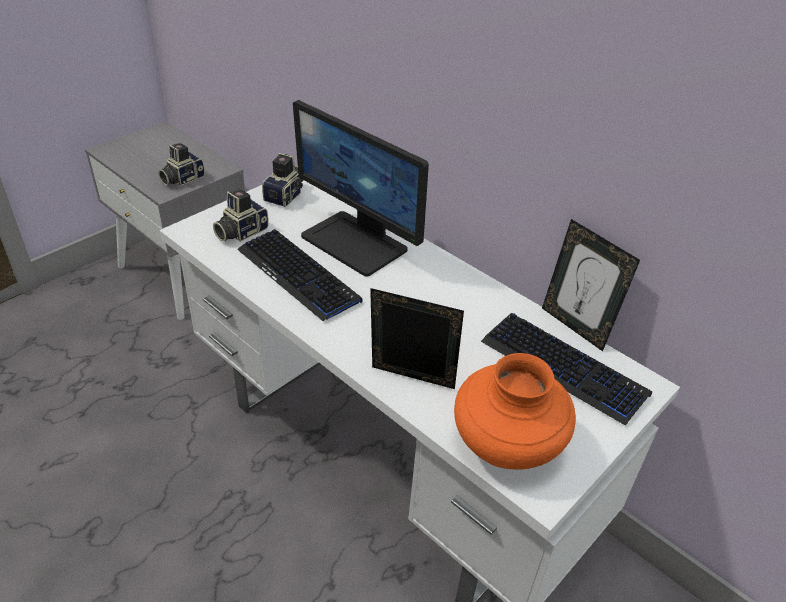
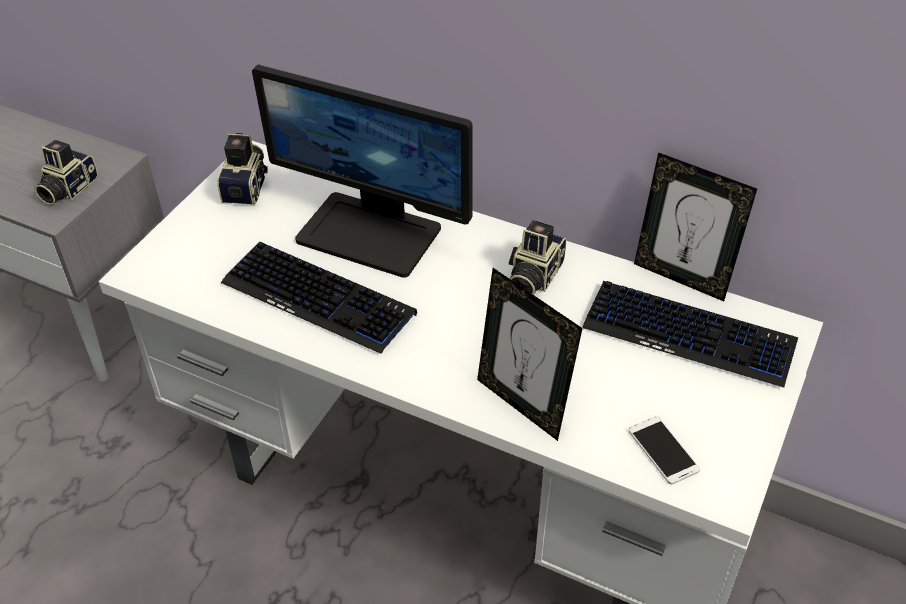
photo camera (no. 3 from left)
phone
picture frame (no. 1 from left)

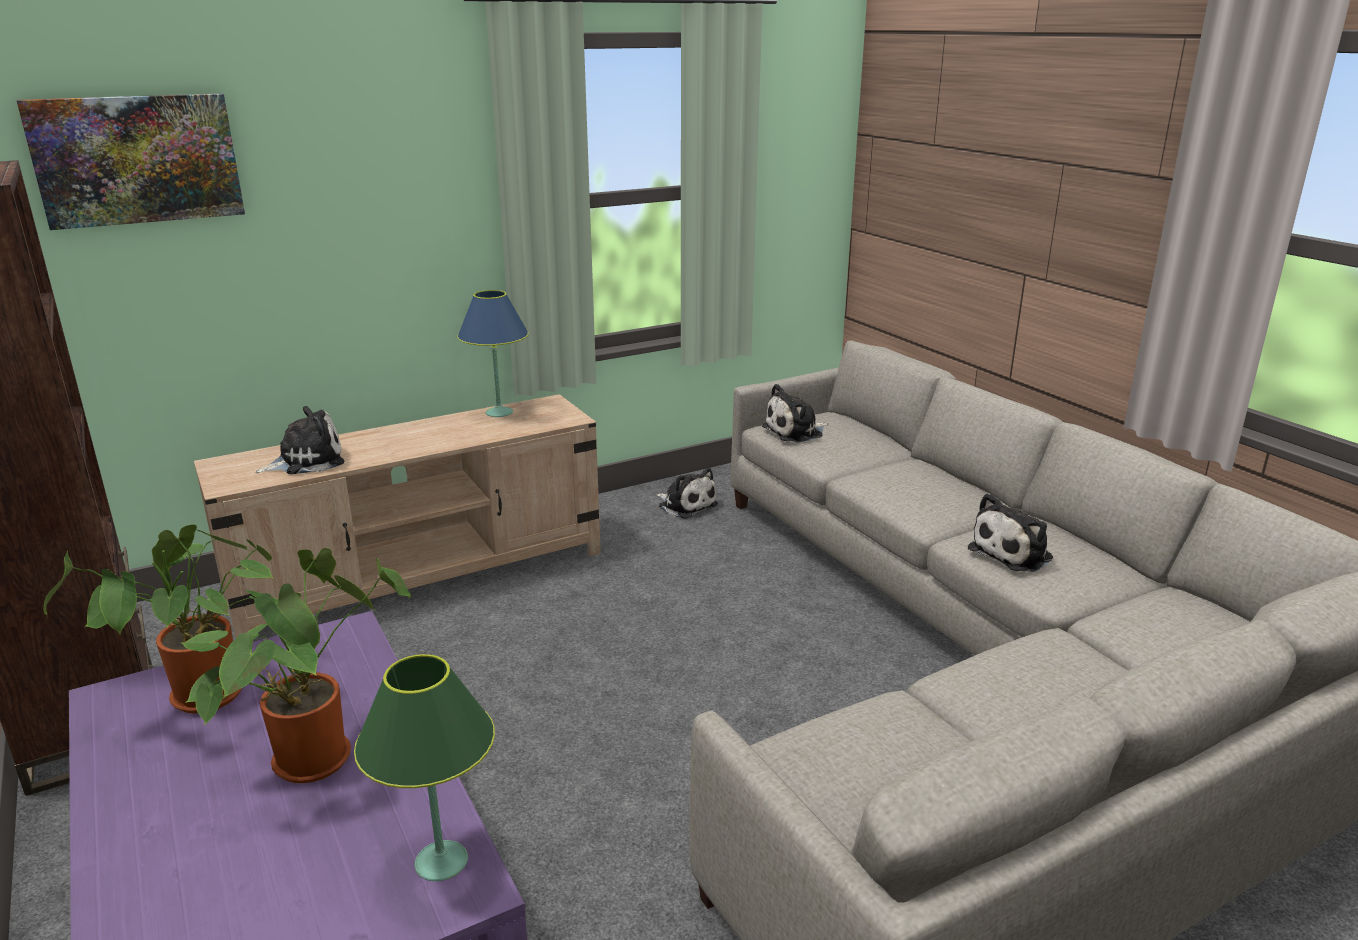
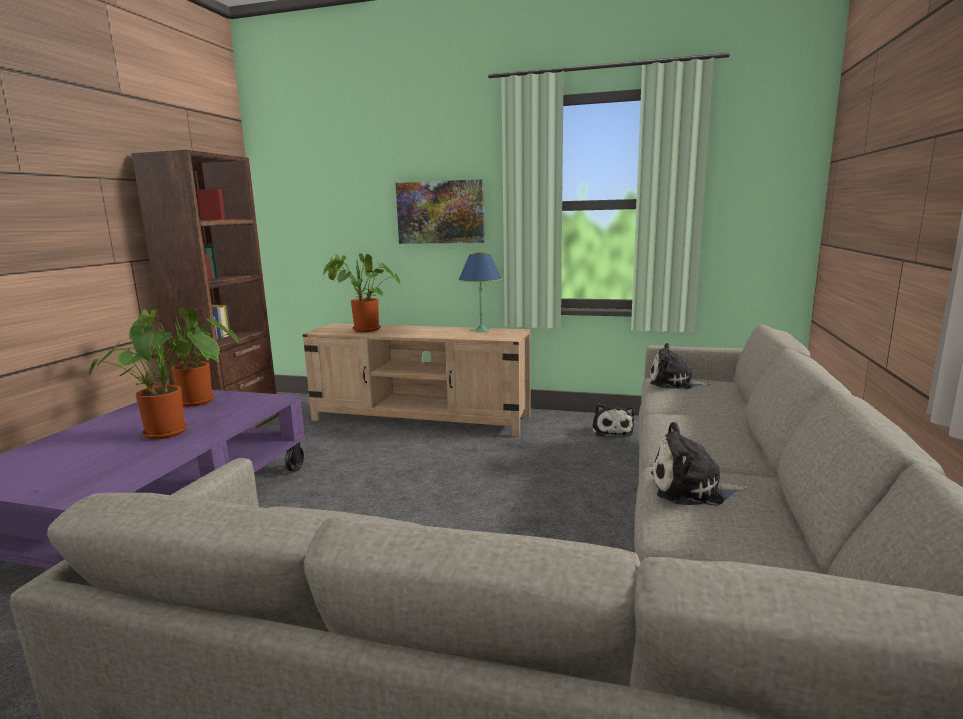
green table lamp
picture
potted plant (no. 3 from left)

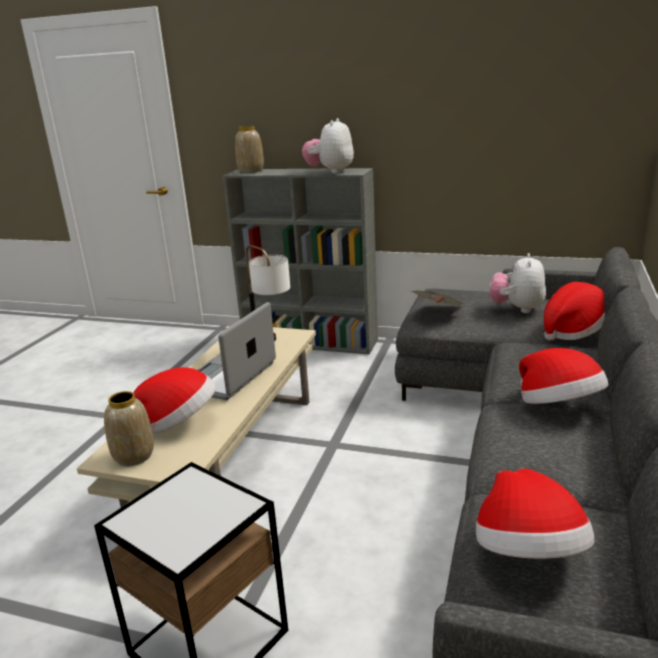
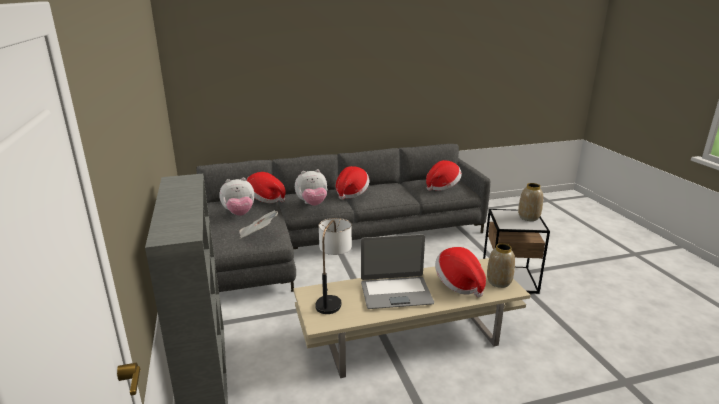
vase (no. 2 from left)
plush toy (no. 2 from left)

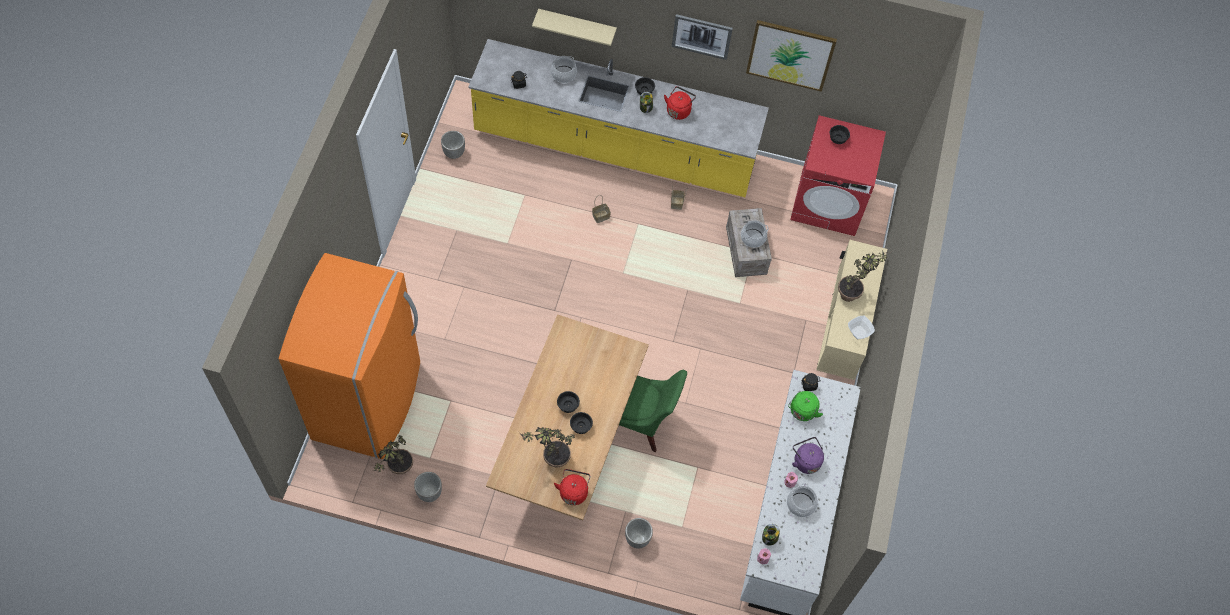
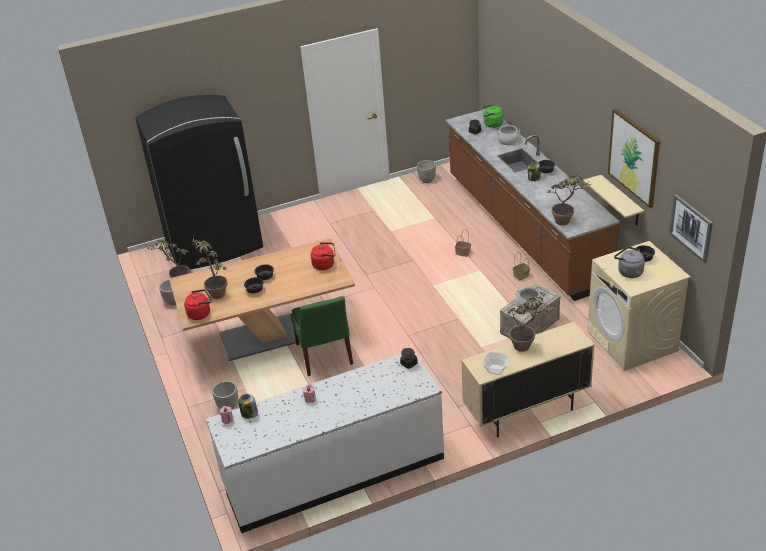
cooking pot (no. 3 from left in the first image)
purple kettle
potted plant (no. 4 from left)
grey kettle
beige shelf
red kettle (no. 2 from left)
picture (no. 2 from left)
green kettle
black fridge
brown counter
beige washing machine

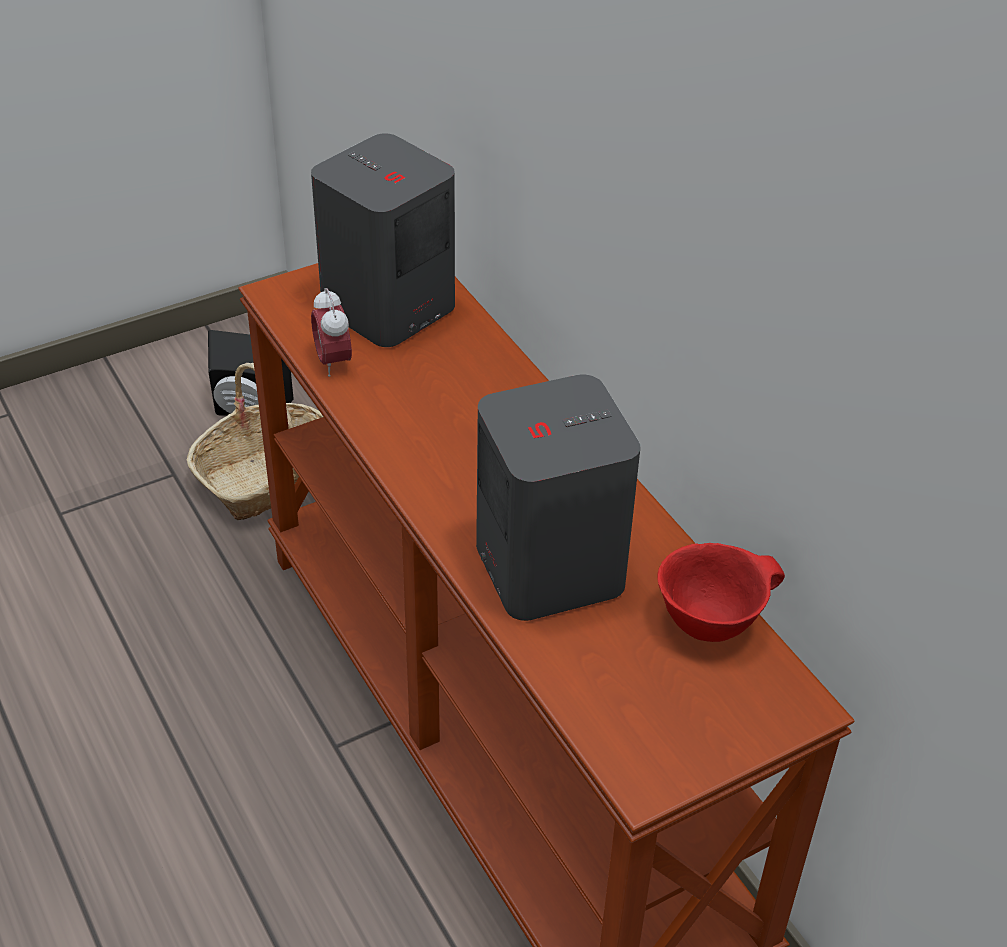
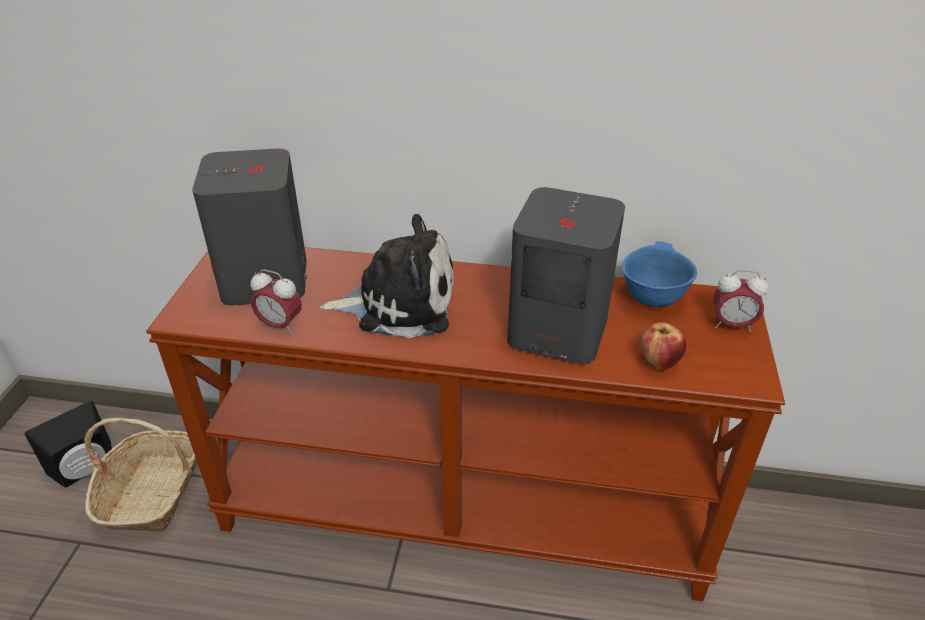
plush toy
apple
alarm clock (no. 2 from left)
blue bowl

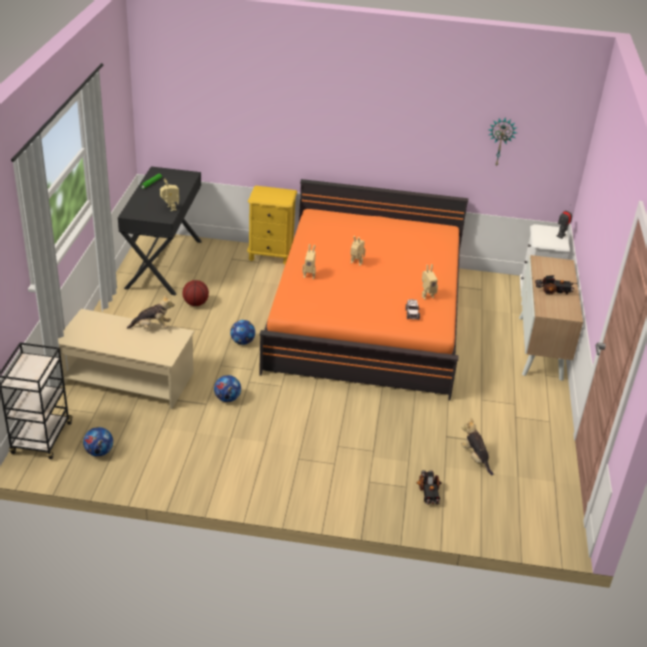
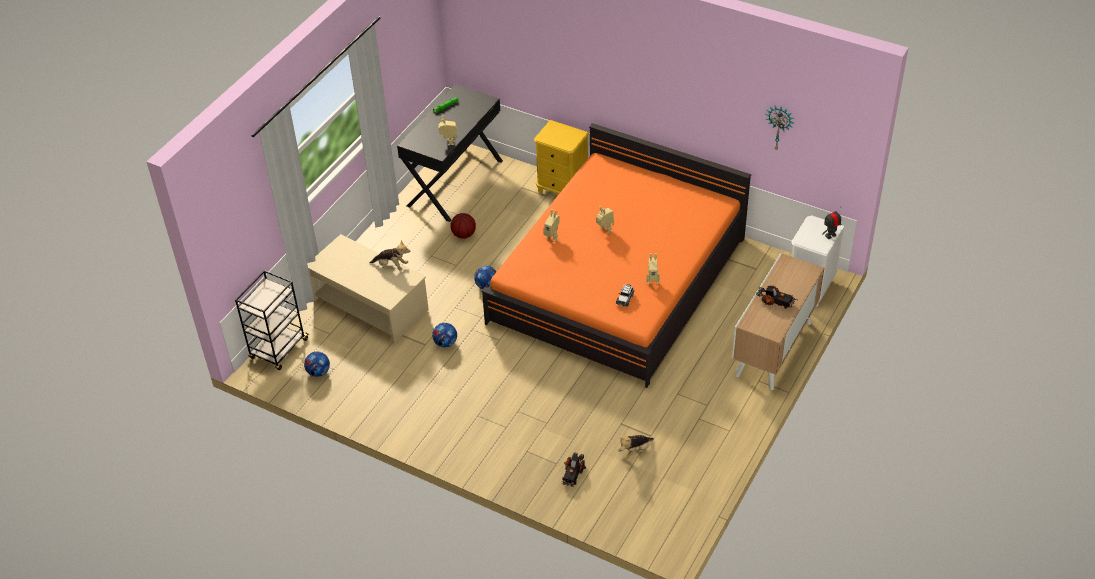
plush toy (no. 2 from left)

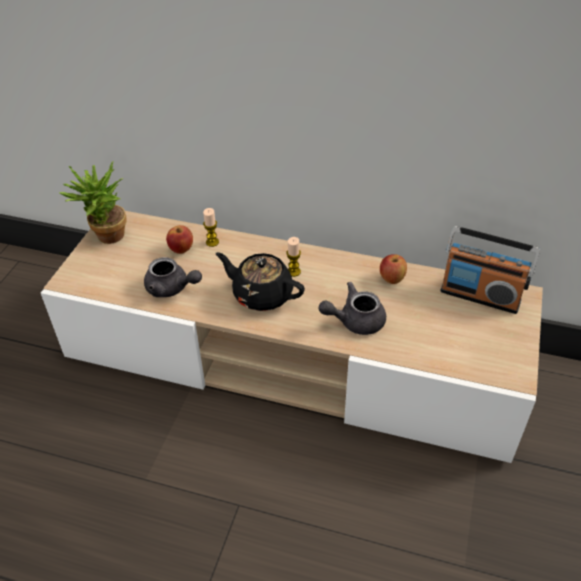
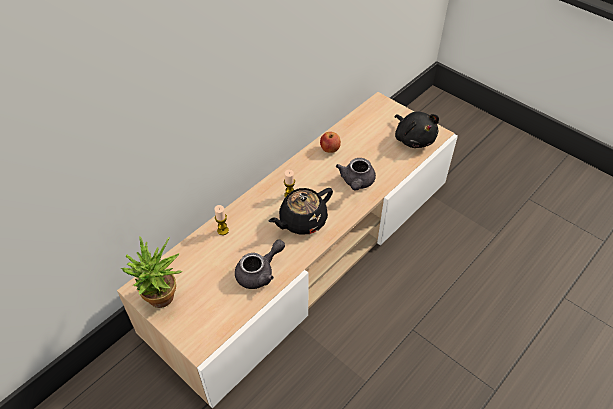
apple (no. 1 from left in the first image)
radio
black plush toy

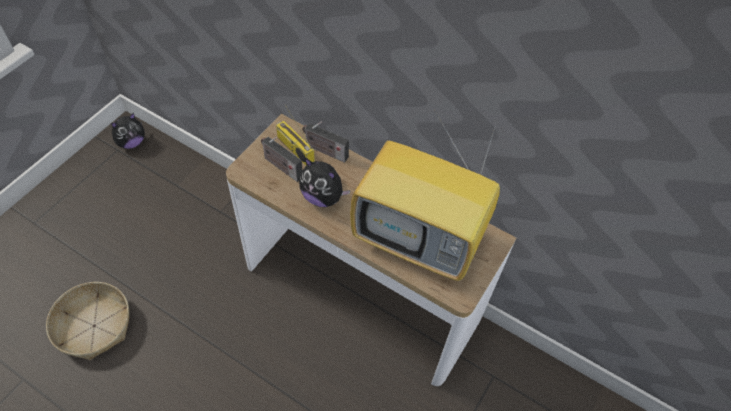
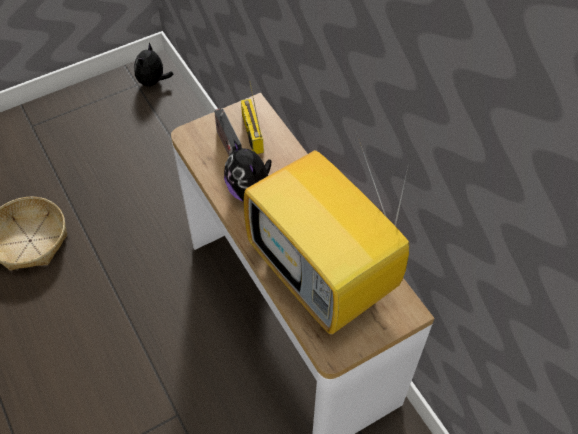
radio (no. 3 from left in the first image)
plush toy (no. 1 from left)

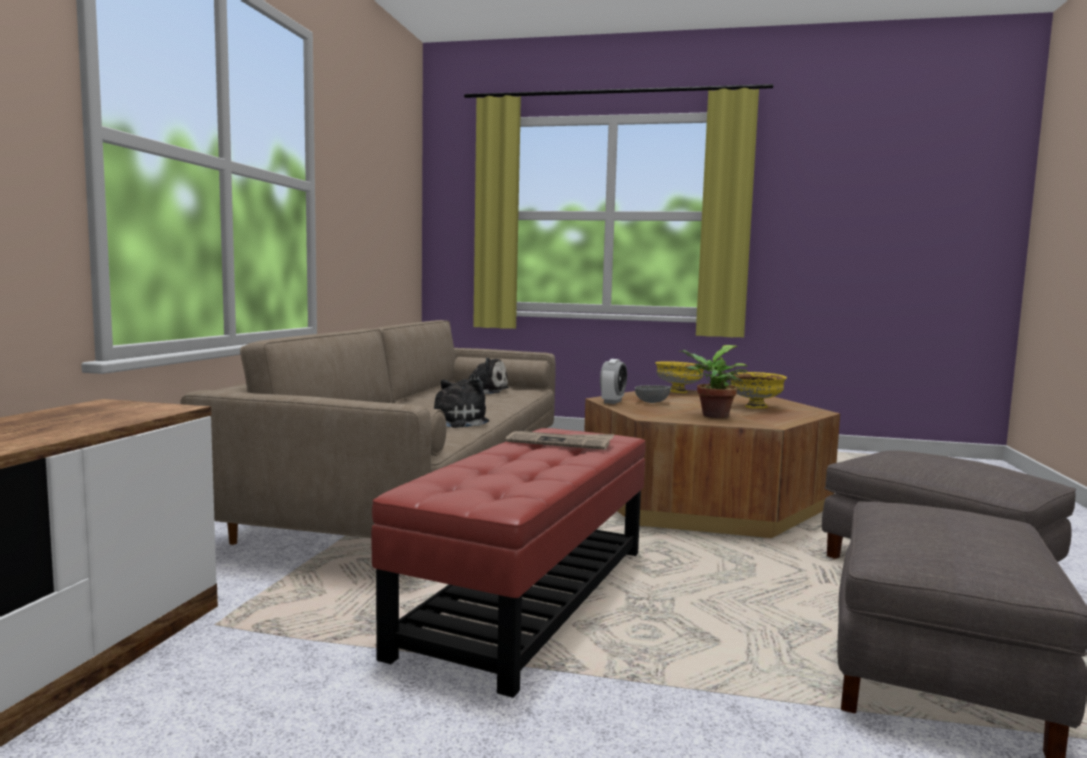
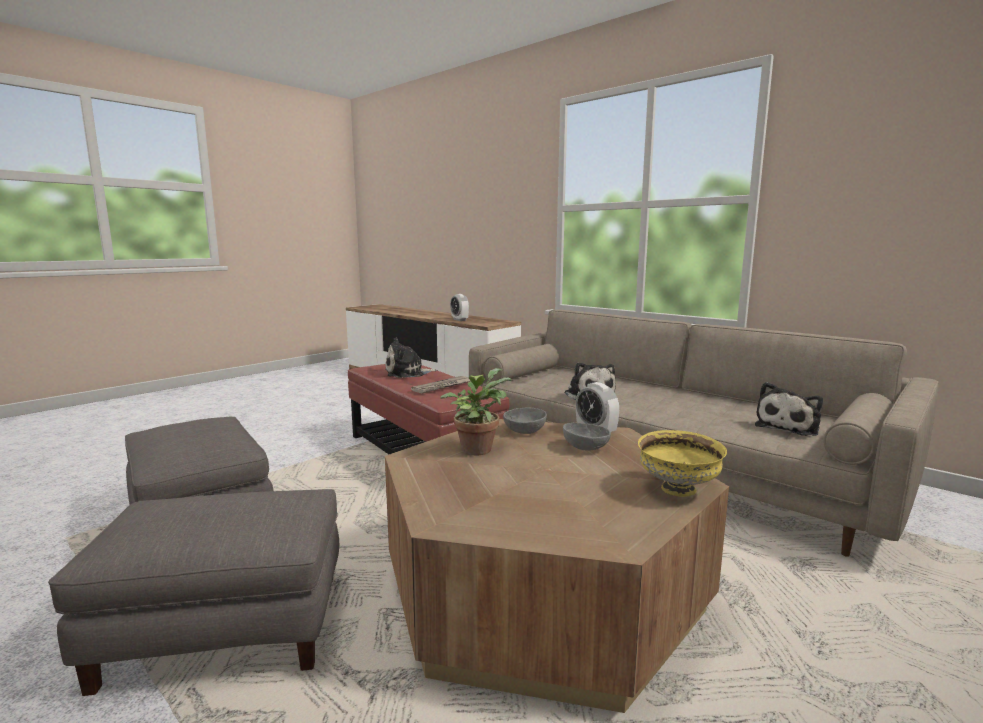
yellow bowl (no. 2 from left in the first image)
plush toy (no. 1 from left)
alarm clock (no. 1 from left)
grey bowl (no. 1 from left)

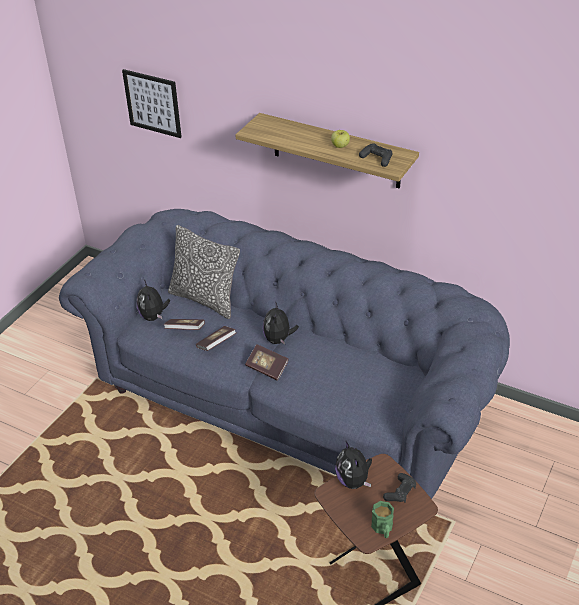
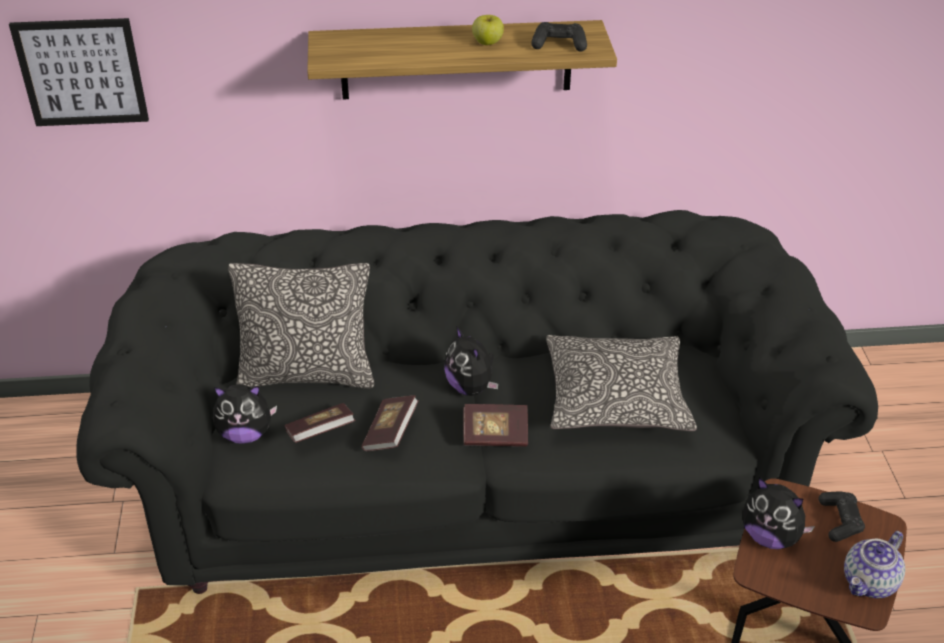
pillow (no. 2 from left)
teapot
black sofa
plush toy (no. 1 from left)

